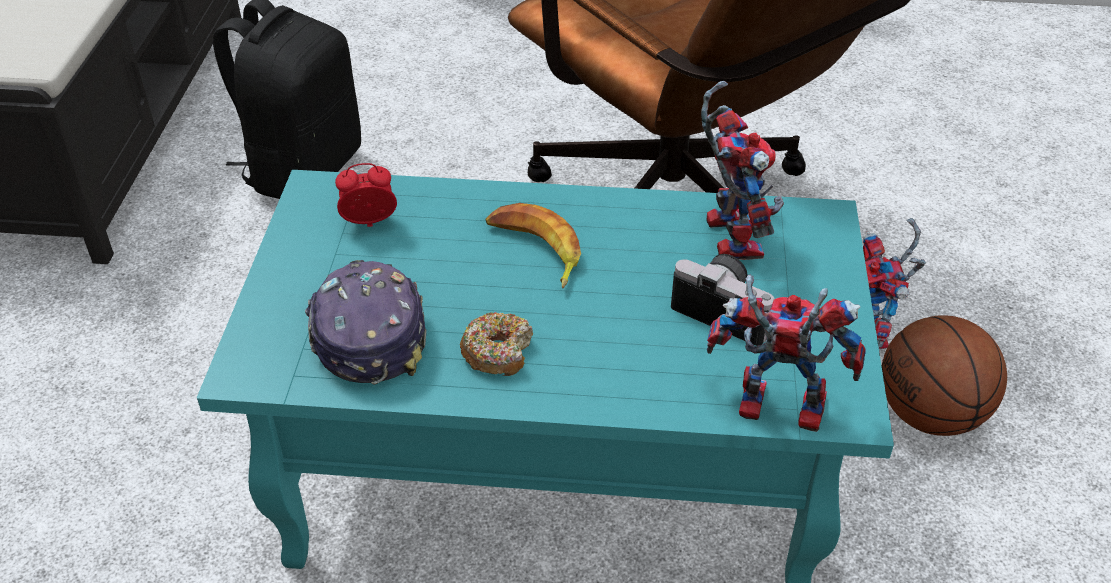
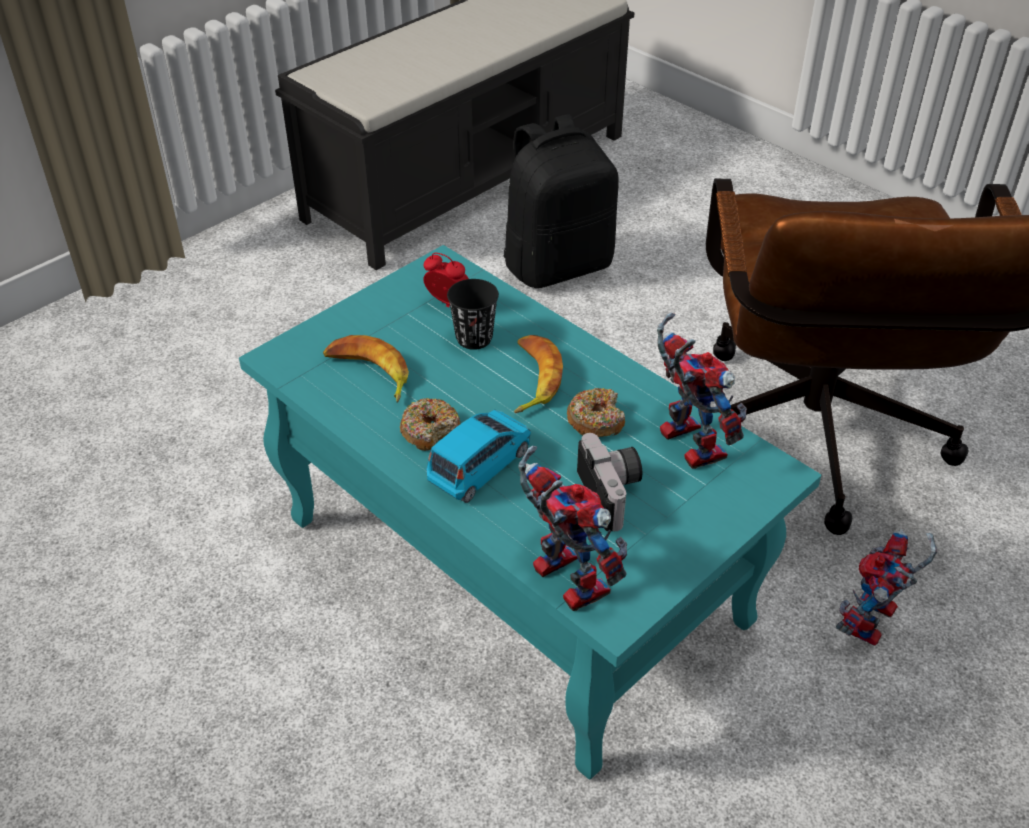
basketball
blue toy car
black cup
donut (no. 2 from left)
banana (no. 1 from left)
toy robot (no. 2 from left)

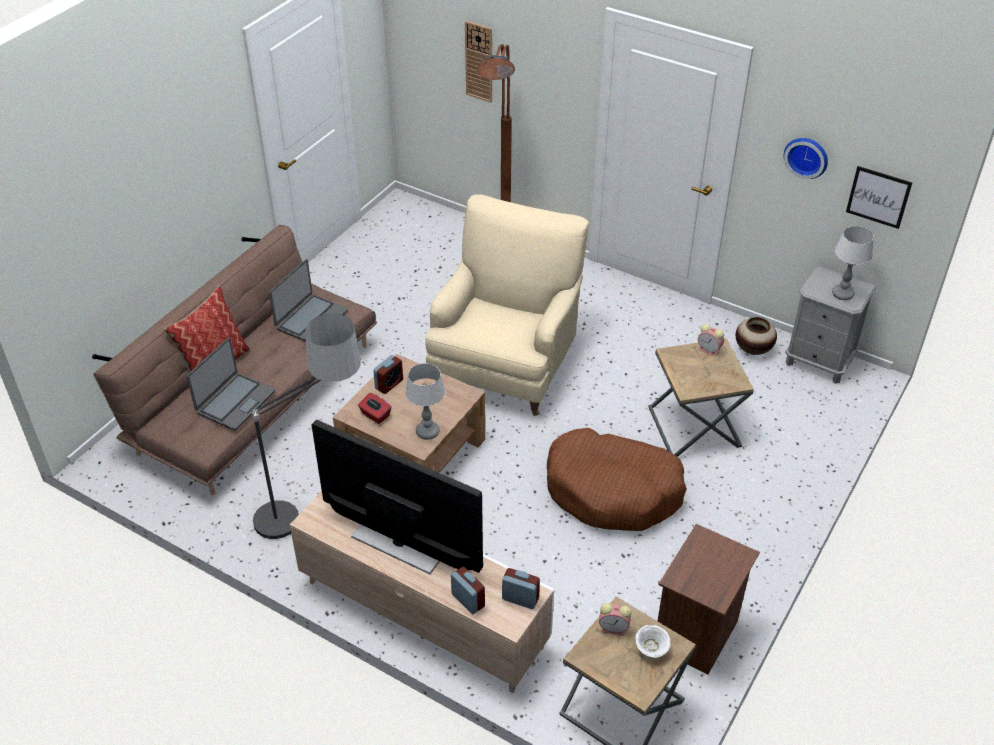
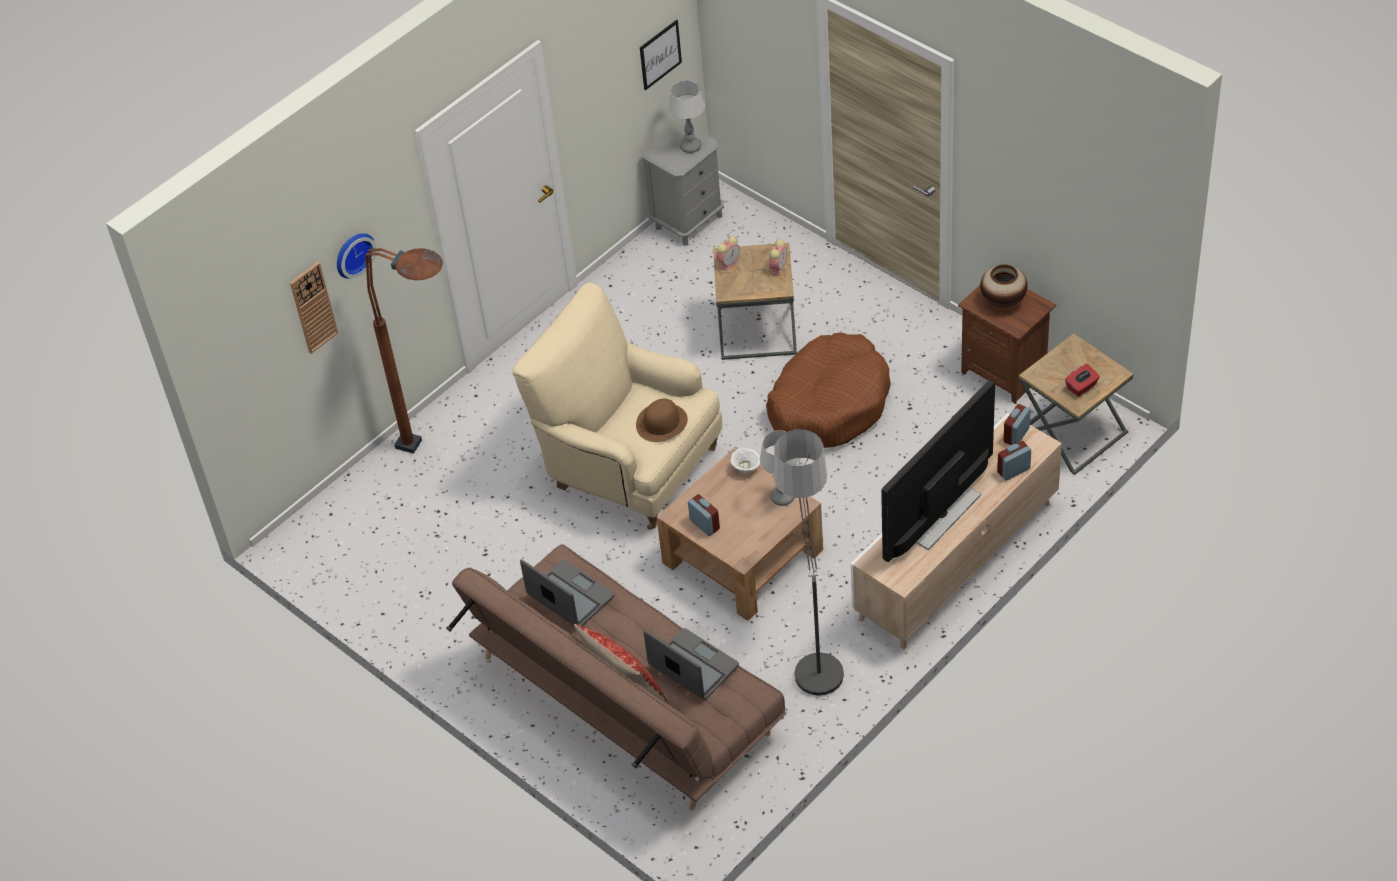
brown hat
red tissue box
alarm clock (no. 3 from left)
white bowl
vase
wall clock (no. 2 from left)

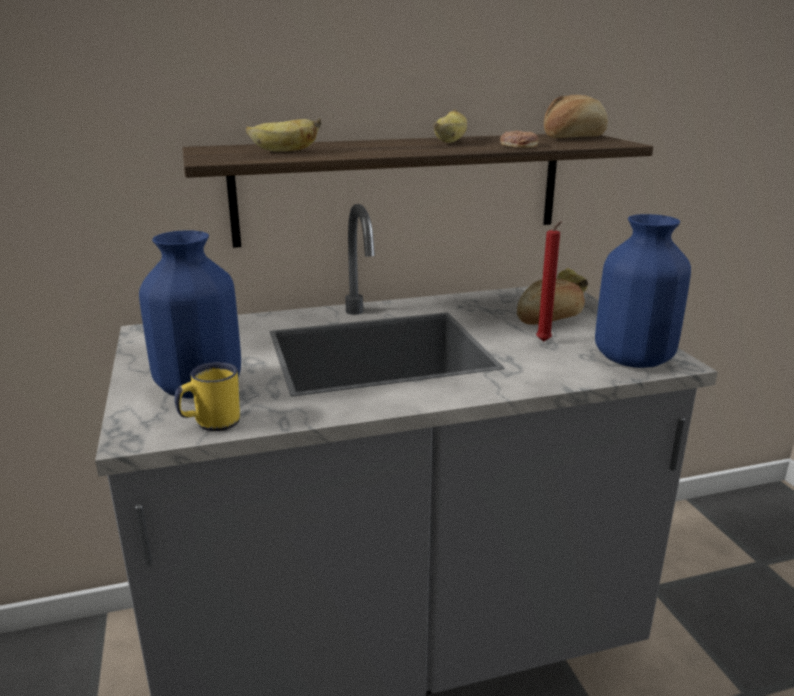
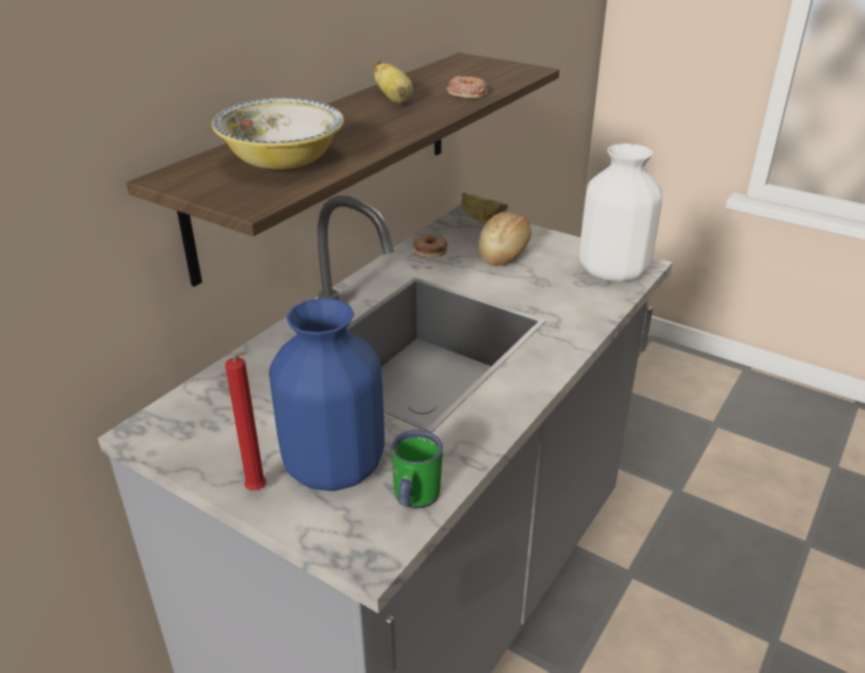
bread (no. 2 from left in the first image)
donut (no. 1 from left)
red candle
bowl
green mug
white vase

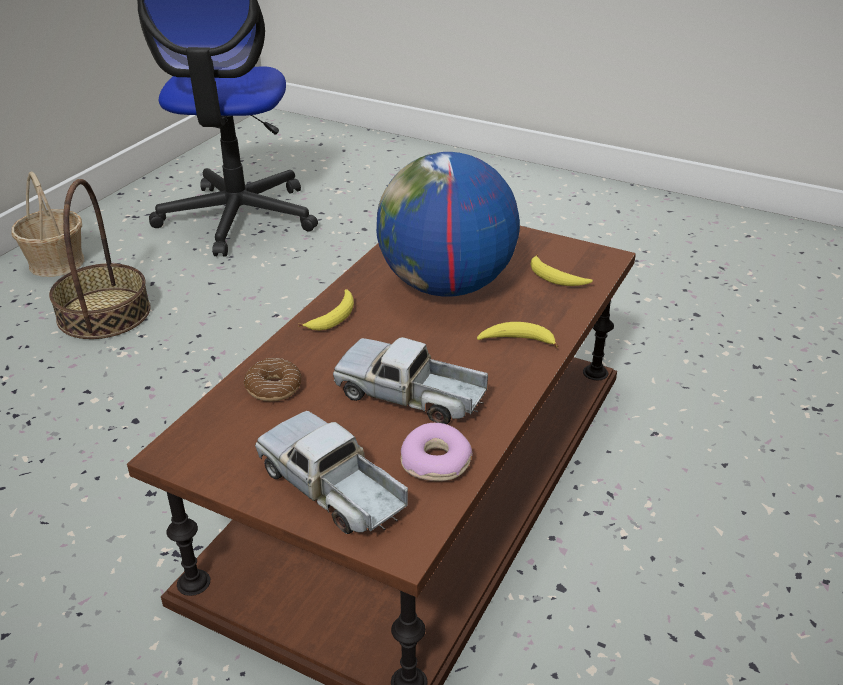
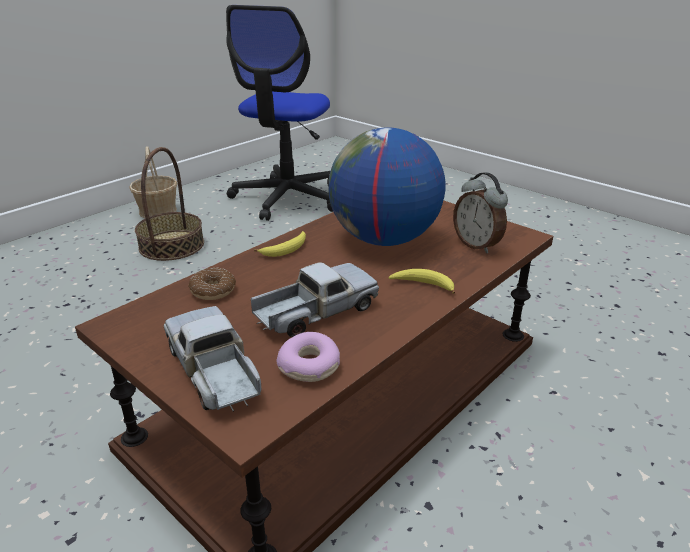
alarm clock
toy truck (no. 2 from left)

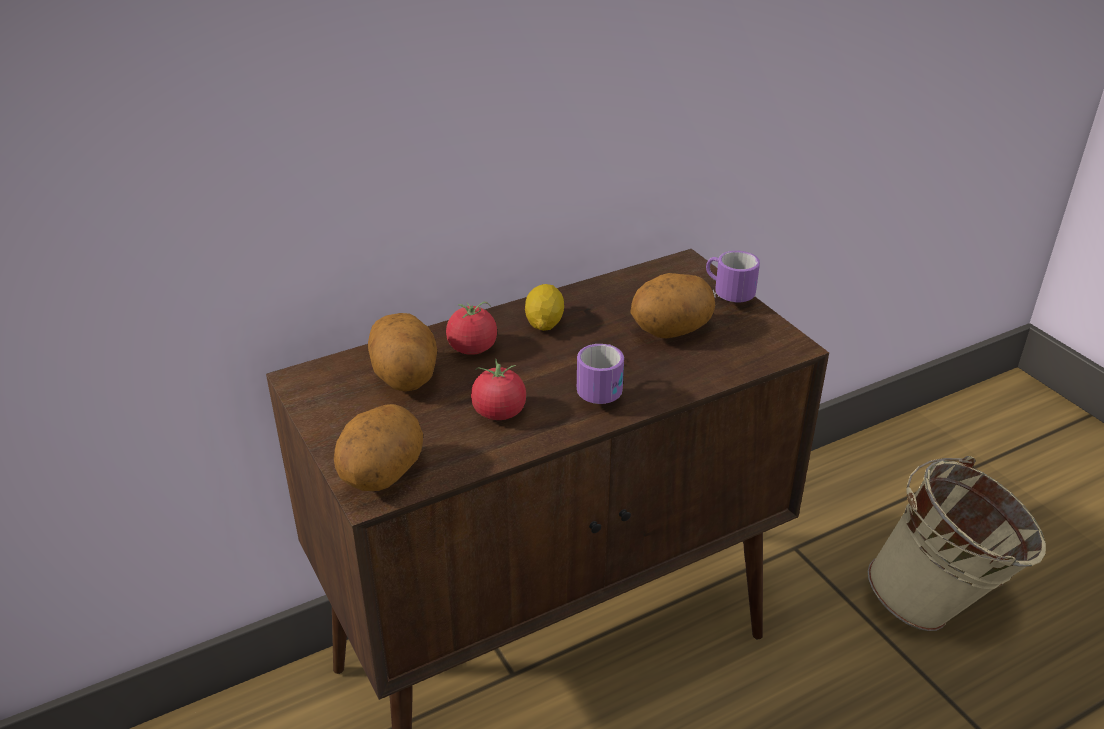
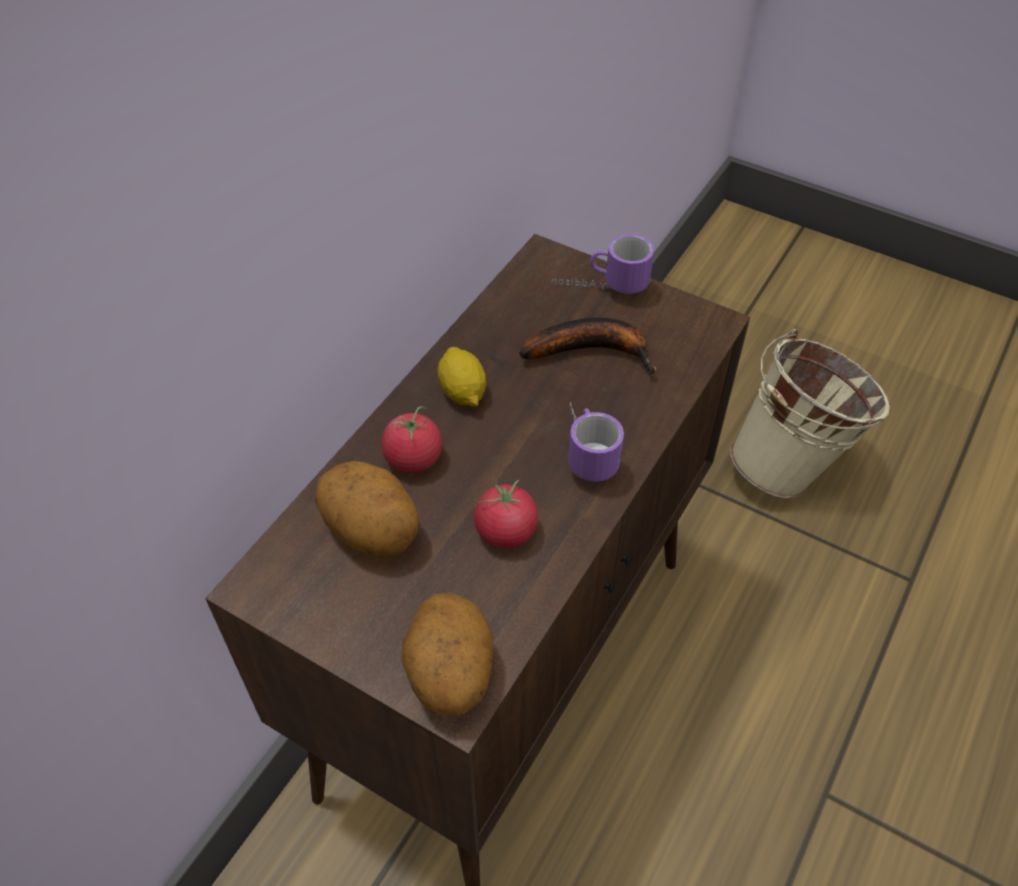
banana

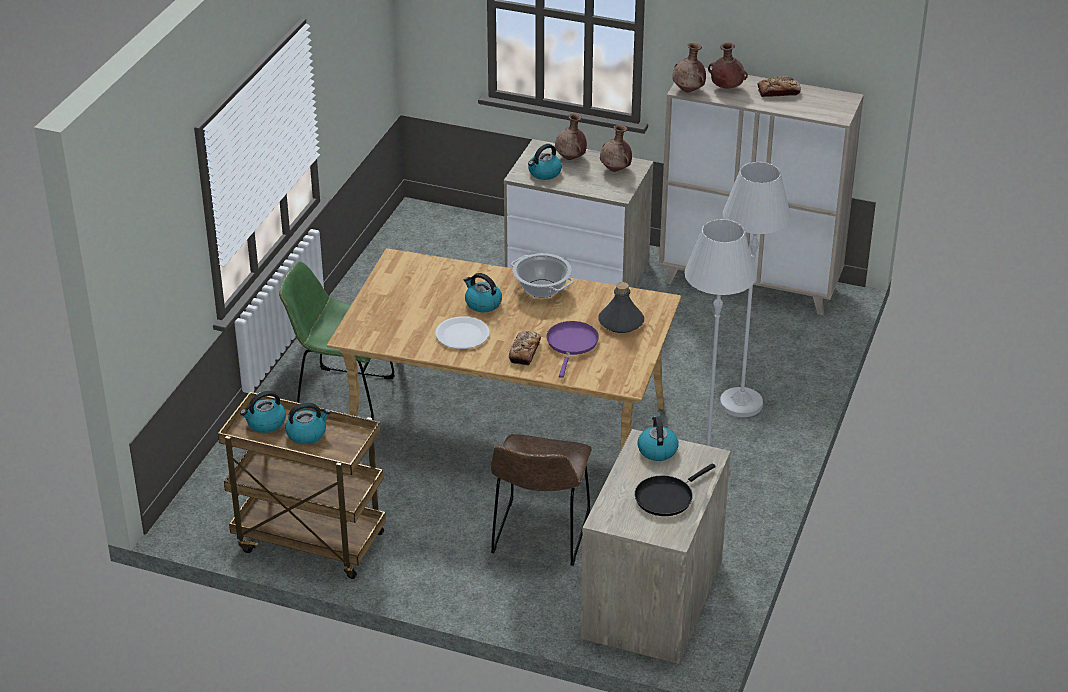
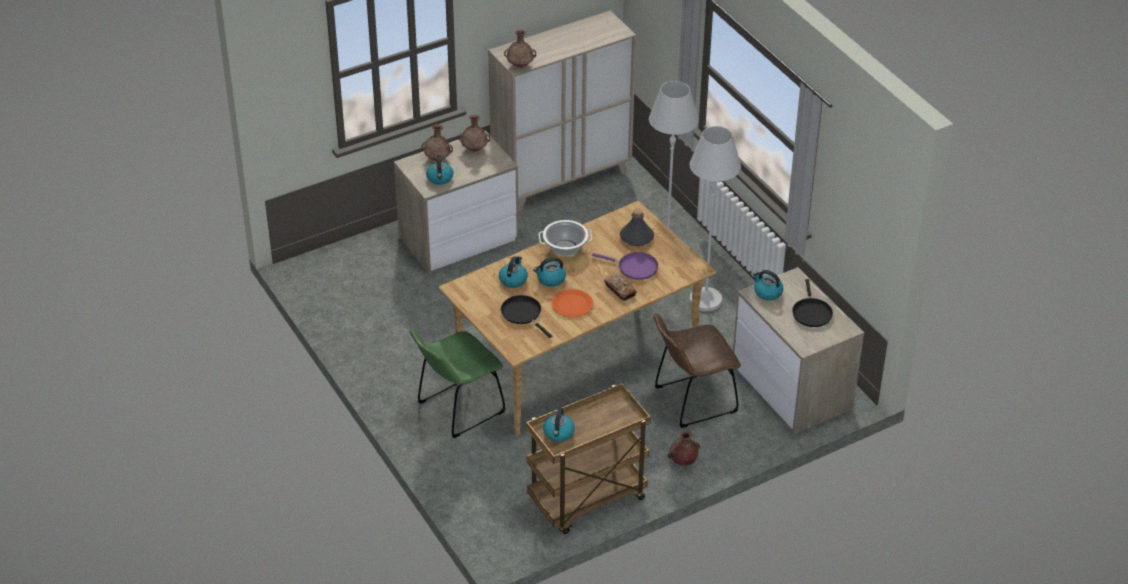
bread (no. 2 from left in the first image)
black frying pan (no. 1 from left)
kettle (no. 2 from left)
brown vase (no. 4 from left)
orange plate
brown chair
purple frying pan

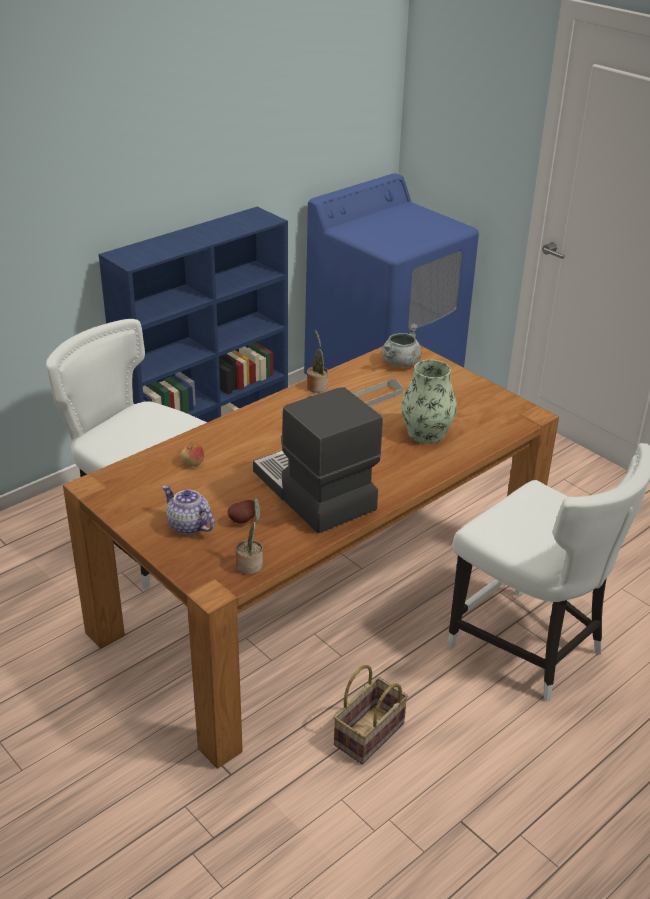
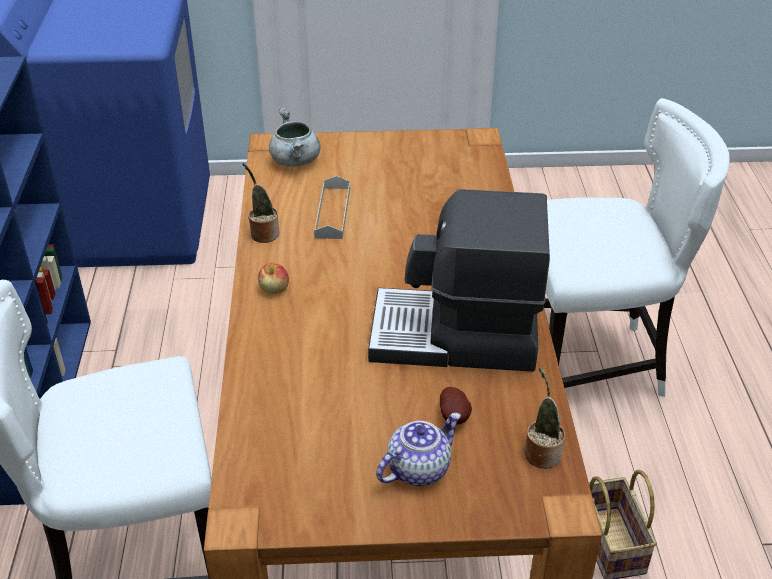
vase
apple
teapot

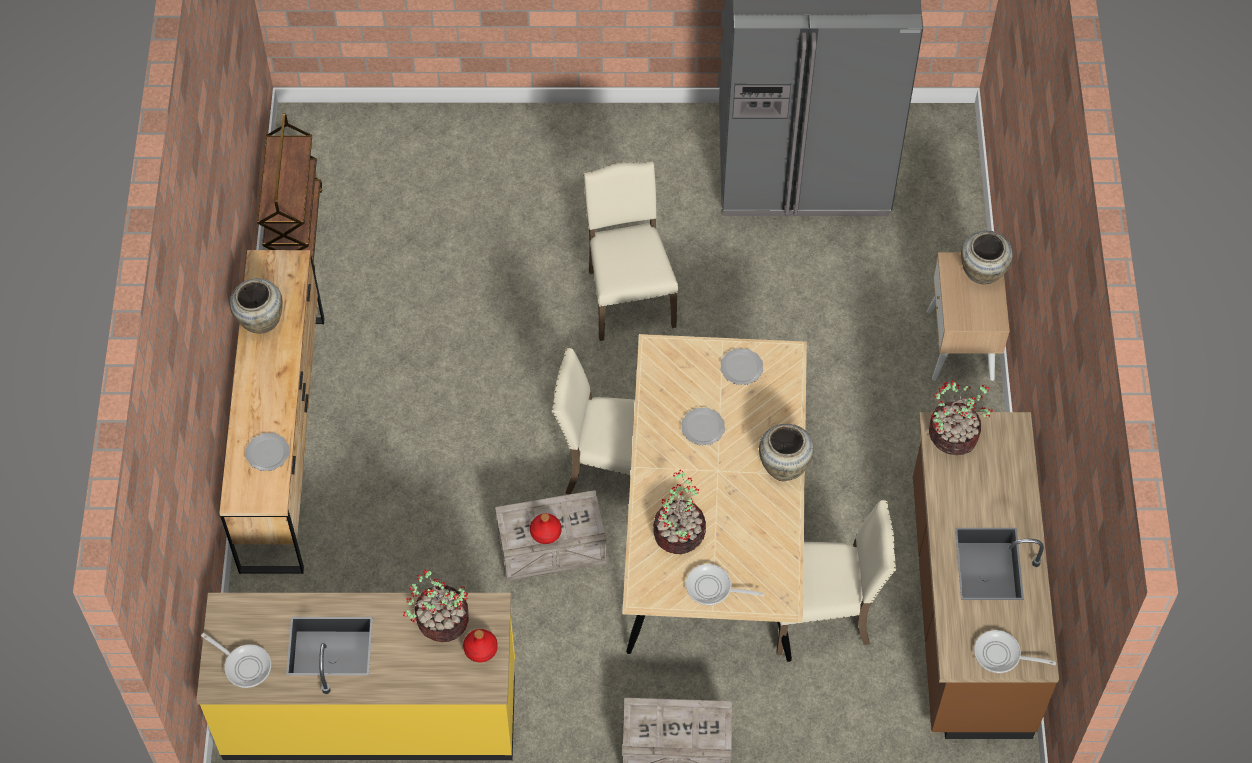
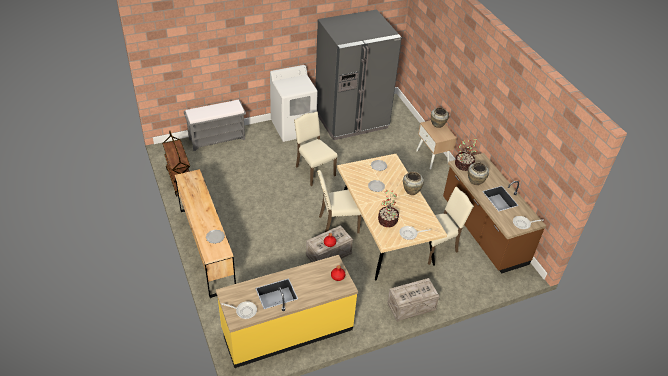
potted plant (no. 1 from left in the first image)
grey bench
white washing machine
beige vase (no. 3 from left)

